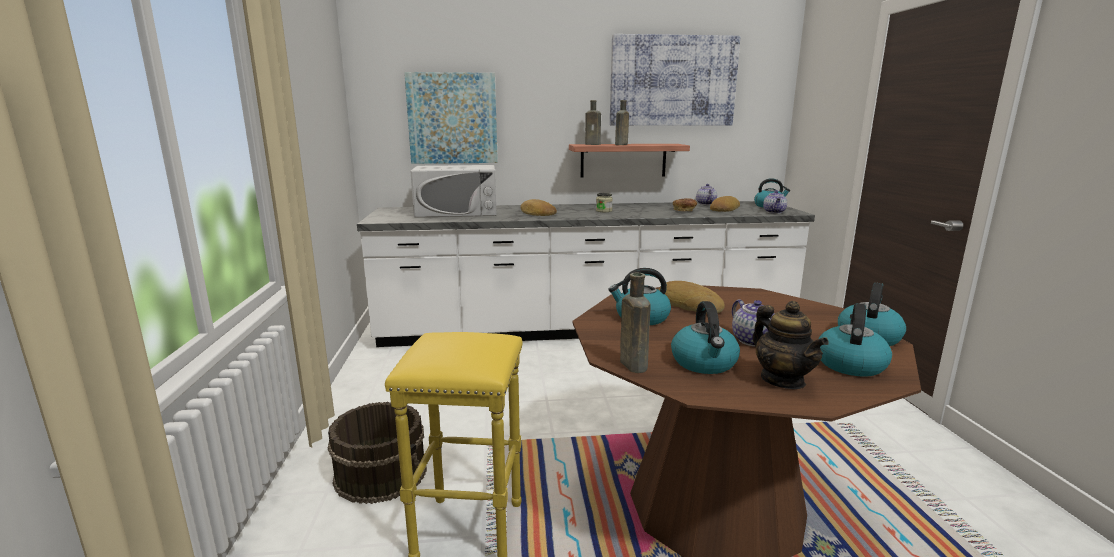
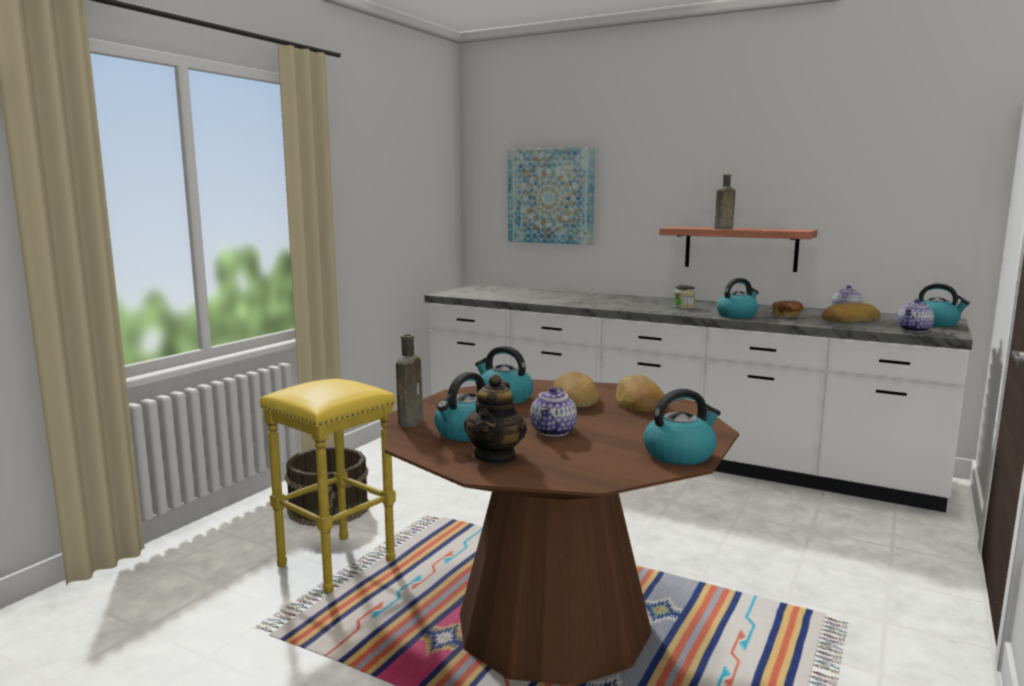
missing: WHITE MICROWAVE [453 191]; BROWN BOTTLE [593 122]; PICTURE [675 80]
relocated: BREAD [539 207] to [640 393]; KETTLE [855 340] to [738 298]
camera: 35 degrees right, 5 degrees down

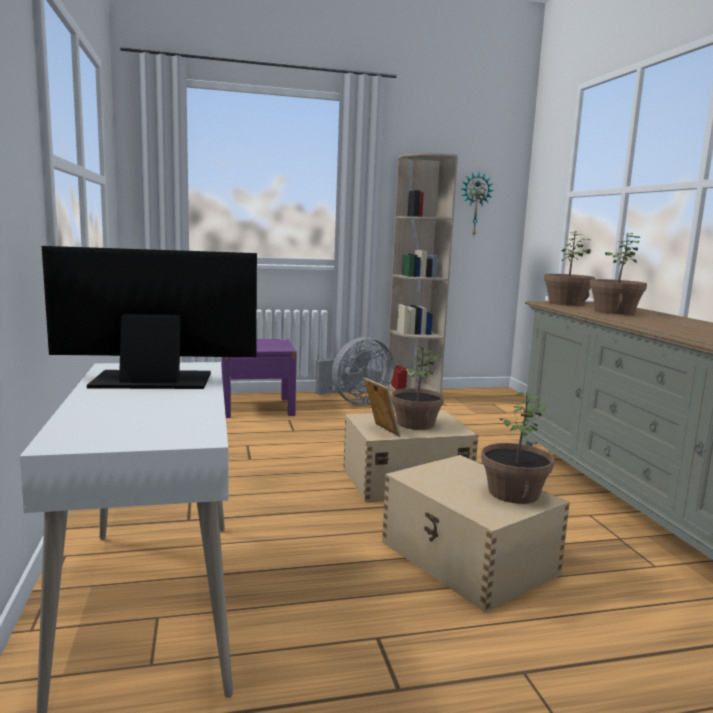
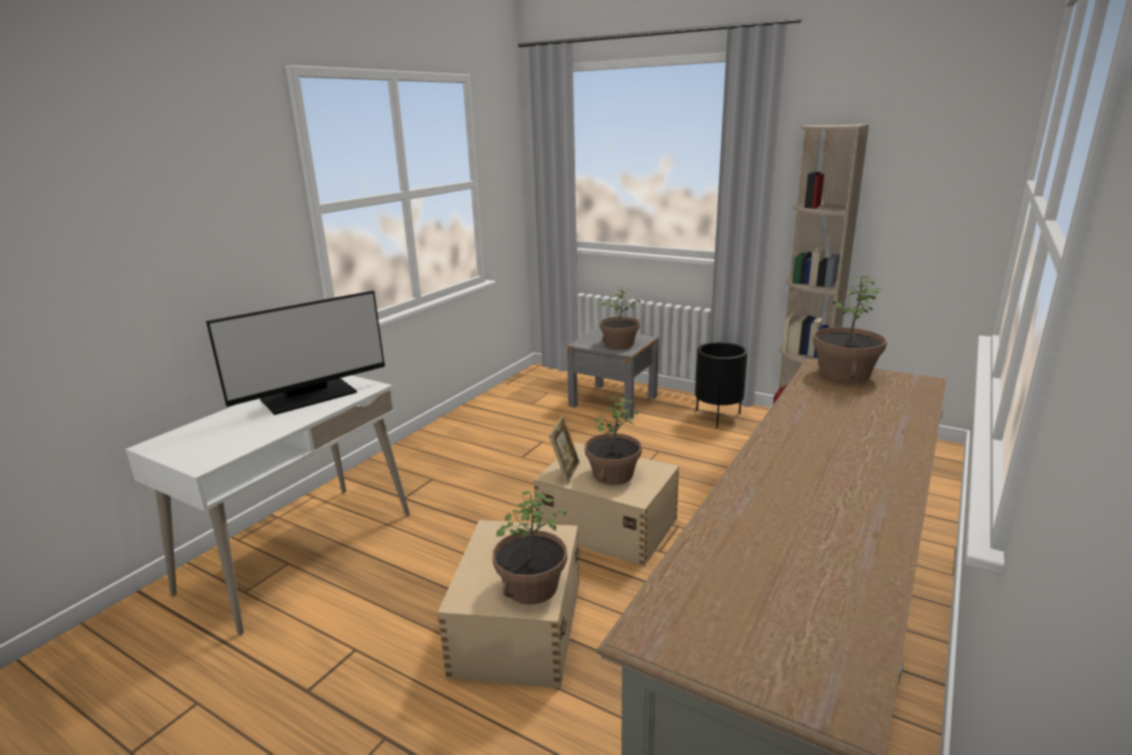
missing: WALL CLOCK [477 203]
relocated: POTTED PLANT [618 273] to [620 317]
exchanged: GREY FAN [354 370] to BLACK PLANTER [721 385]
colour: PURPLE NIGHTSTAND [259 378] to GREY NIGHTSTAND [613 373]
spun: MONITOR [149 317] = [295 353] 105 degrees clockwise
camera: 45 degrees right, 10 degrees up

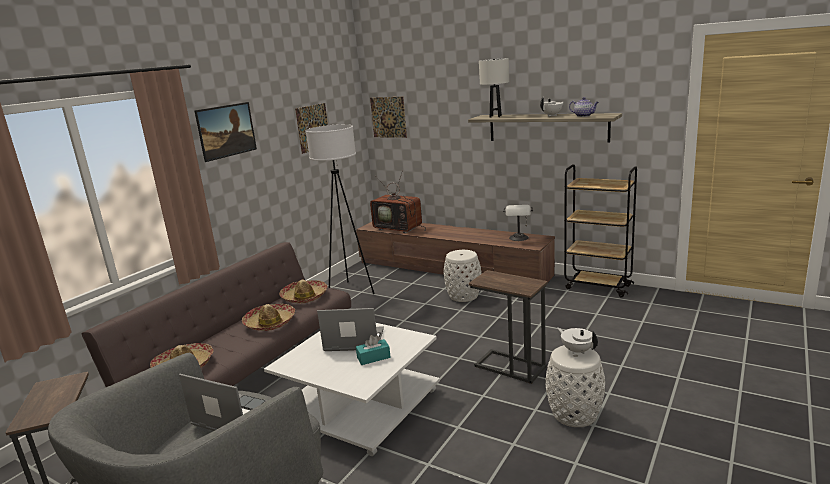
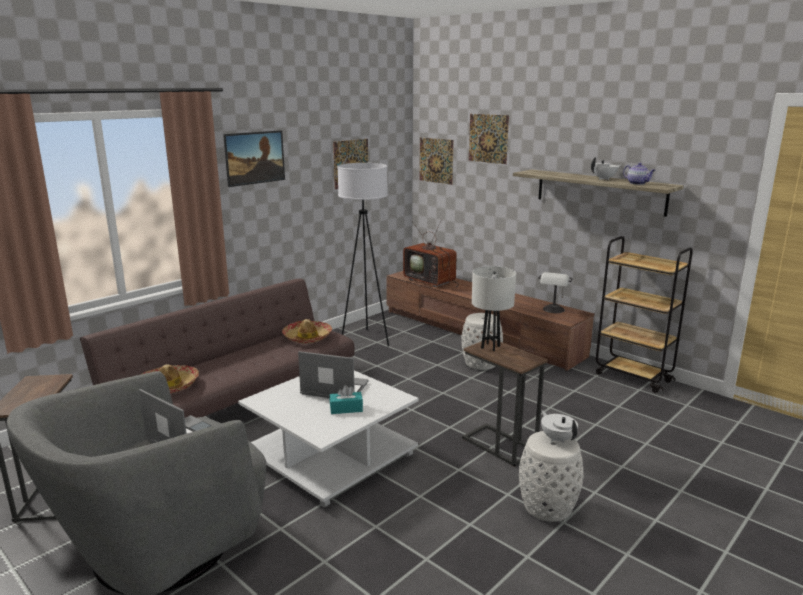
missing: HAT [268 317]
appeared: PICTURE [489 139]
relocated: WHITE TABLE LAMP [494 87] to [494 308]
camera: 10 degrees right, 0 degrees up

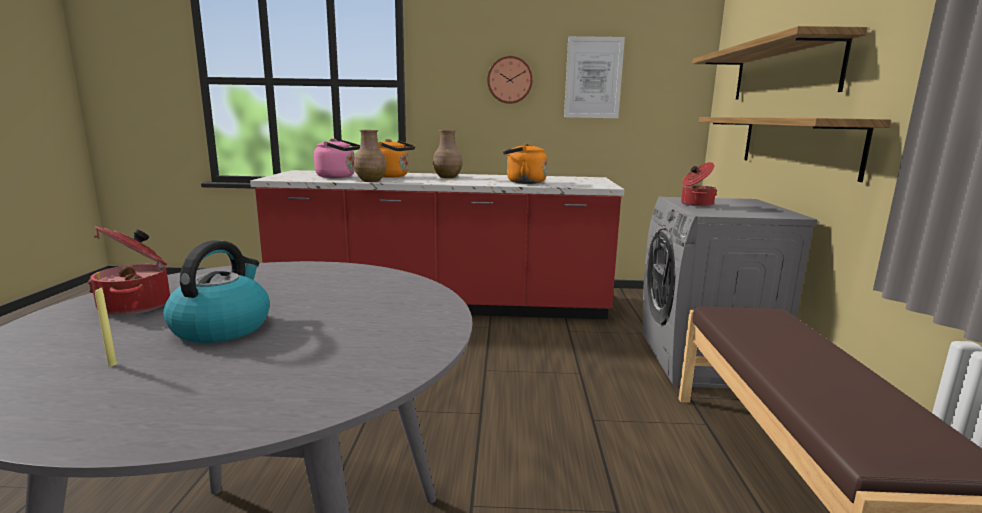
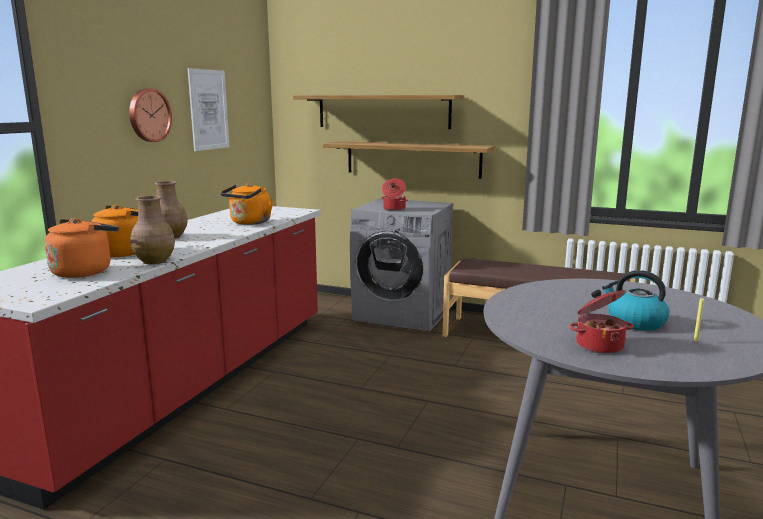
colour: PINK KETTLE [337 158] to ORANGE KETTLE [82 248]
camera: 70 degrees left, 0 degrees up

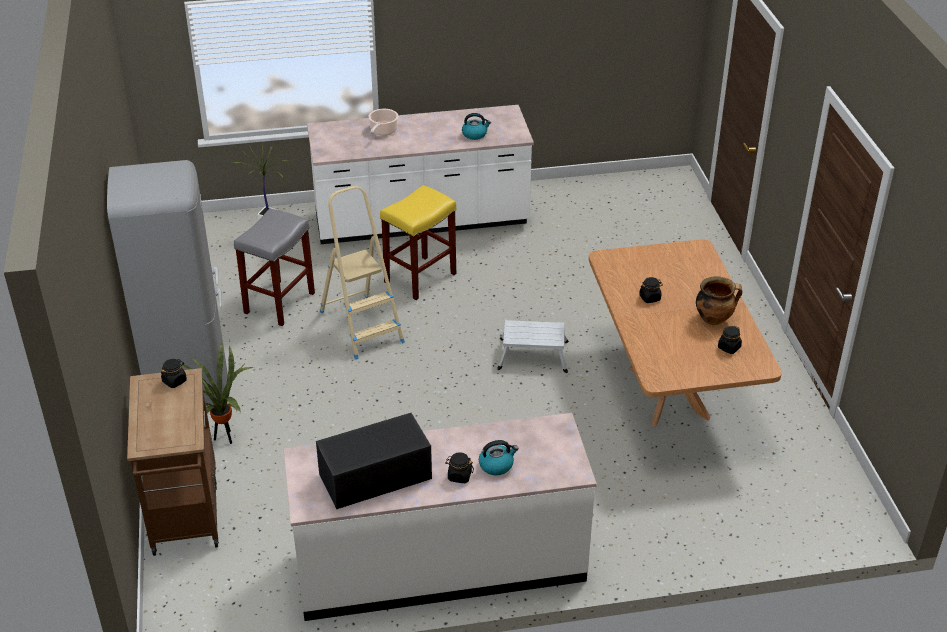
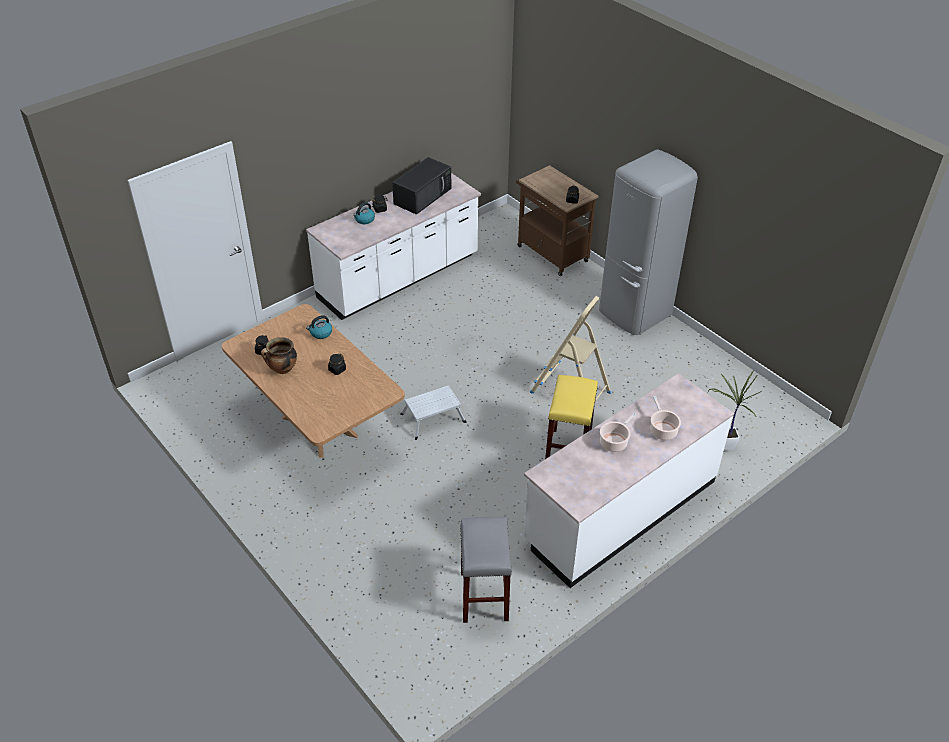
missing: POTTED PLANT [216 393]
appeared: COOKING POT [618 432]
relocated: GREY STOOL [274 267] to [486 570]; KETTLE [476 126] to [319 327]
camera: 150 degrees right, 5 degrees up

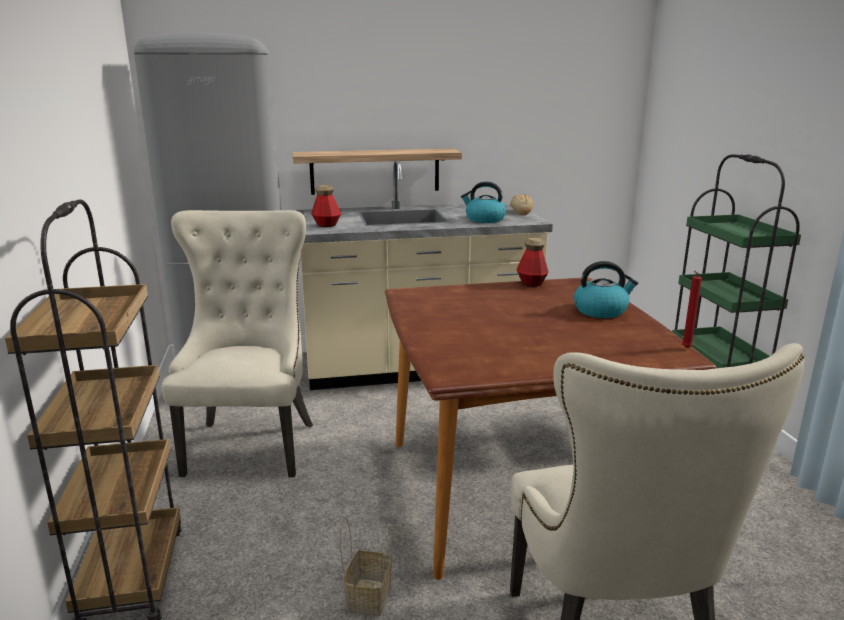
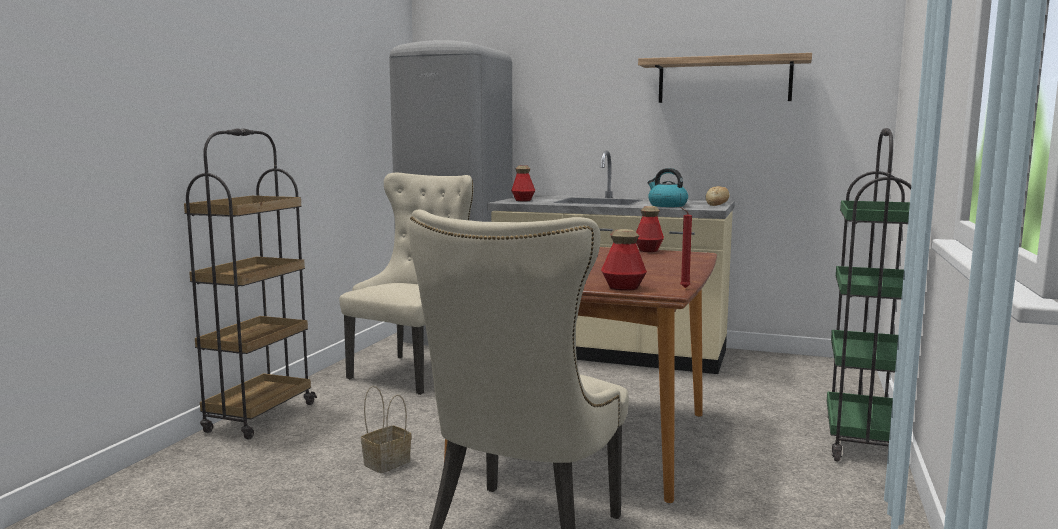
missing: KETTLE [606 289]
appeared: BOTTLE [624 260]
relocated: SHELF [377 172] to [725 78]
camera: 30 degrees right, 10 degrees down

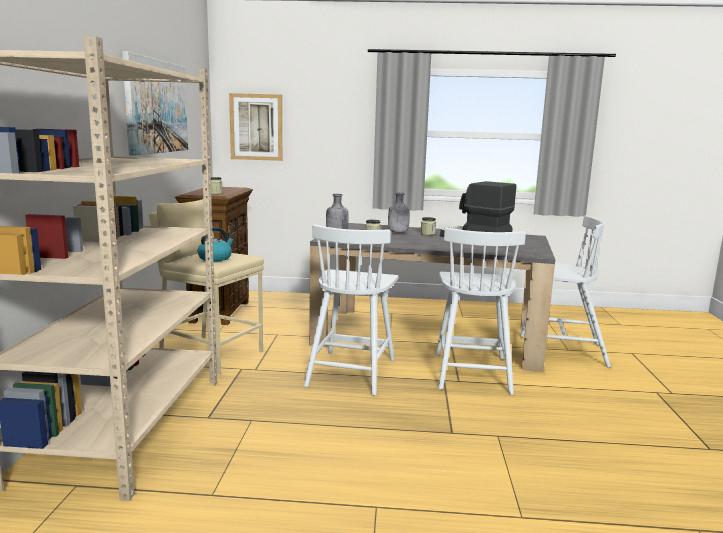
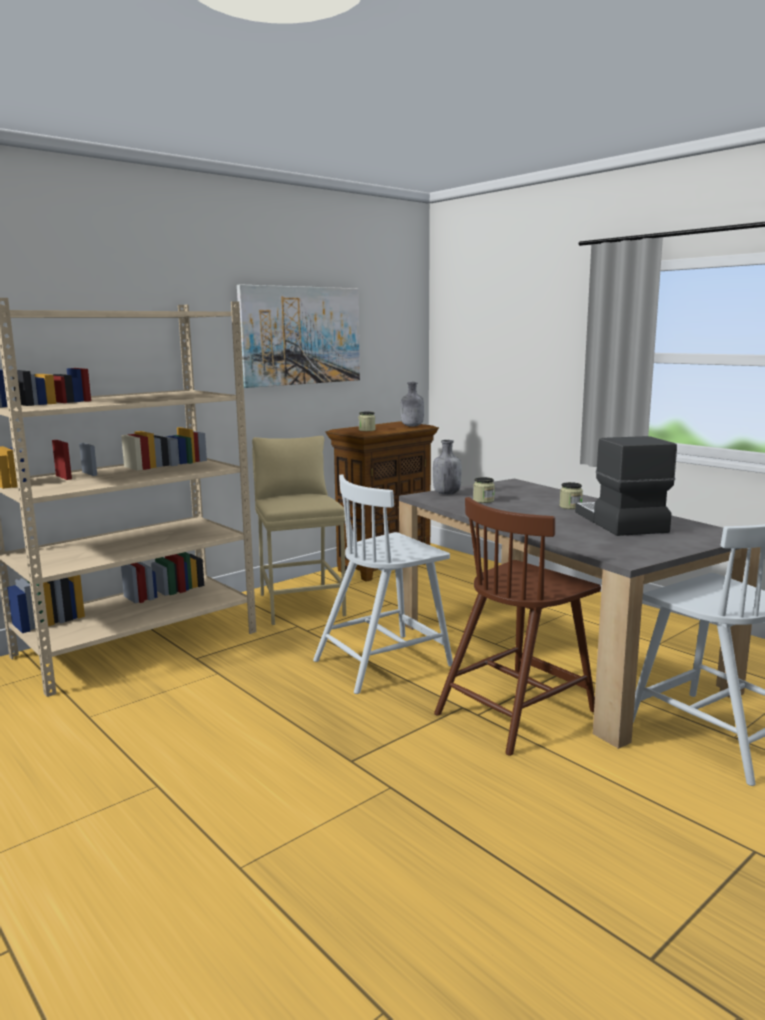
missing: KETTLE [216 244]; PICTURE [255 127]
relocated: GREY BOTTLE [399 212] to [412 404]
colour: WHITE CHAIR [481 311] to BROWN CHAIR [517 626]
camera: 45 degrees right, 0 degrees up

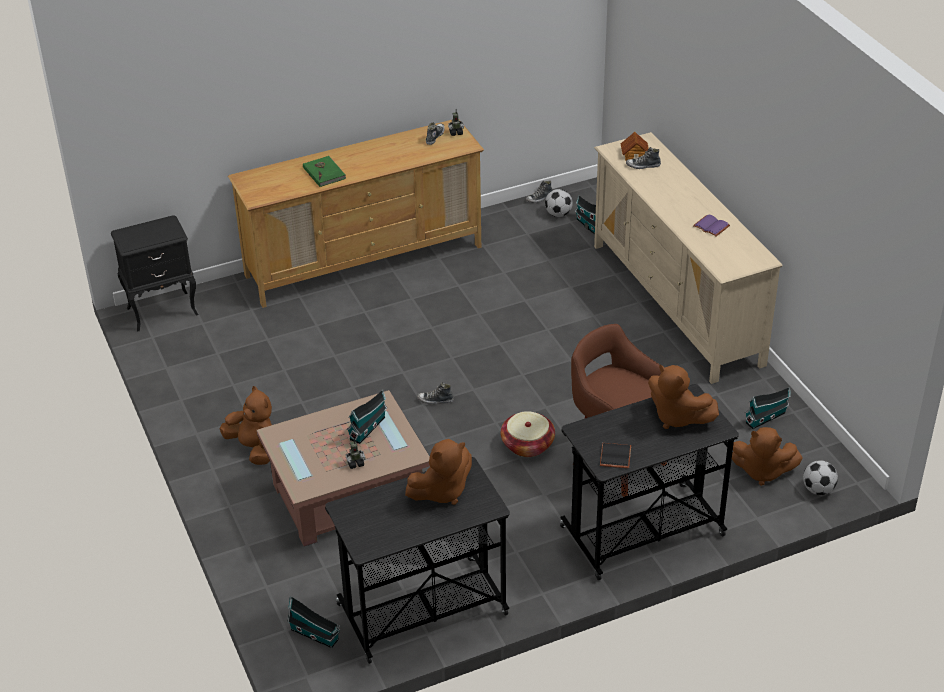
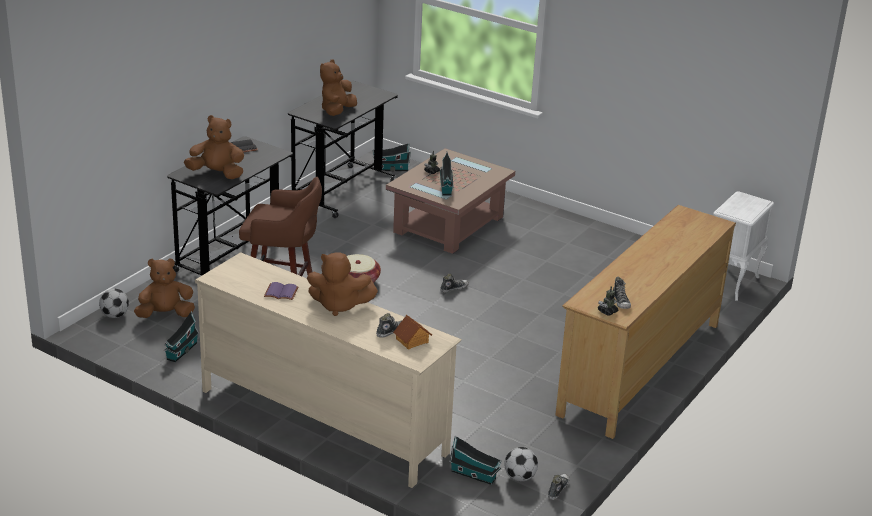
missing: GREEN BOOK [324 171]
relocated: BROWN PLUSH TOY [246 425] to [342 284]
colour: BLACK NIGHTSTAND [154 274] to WHITE NIGHTSTAND [743 246]
camera: 145 degrees right, 10 degrees down

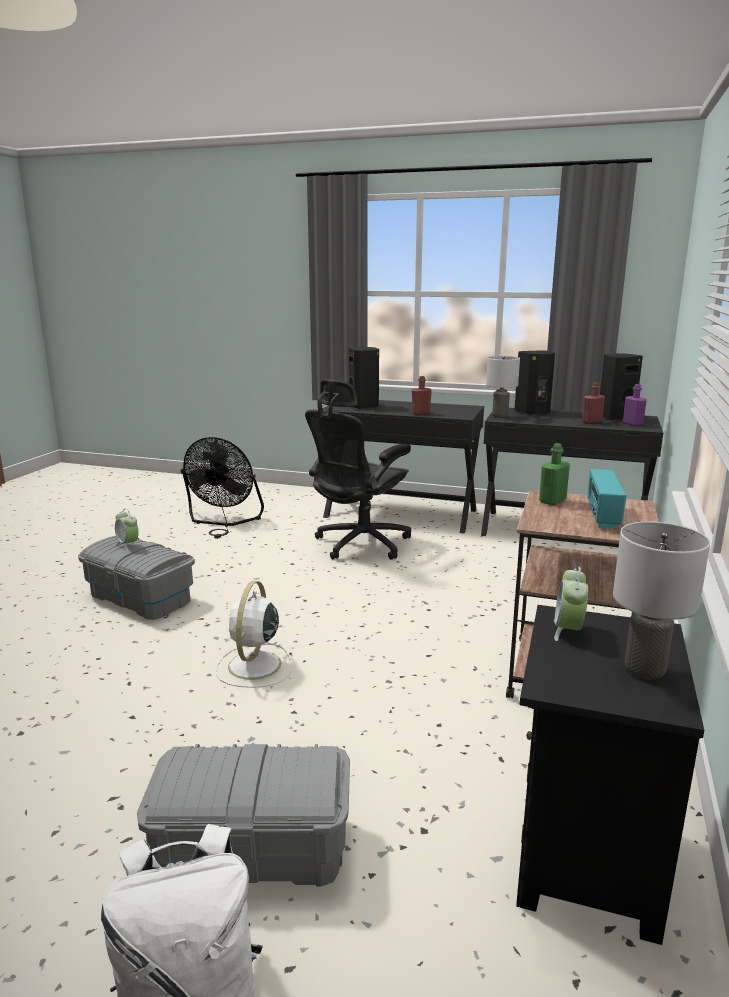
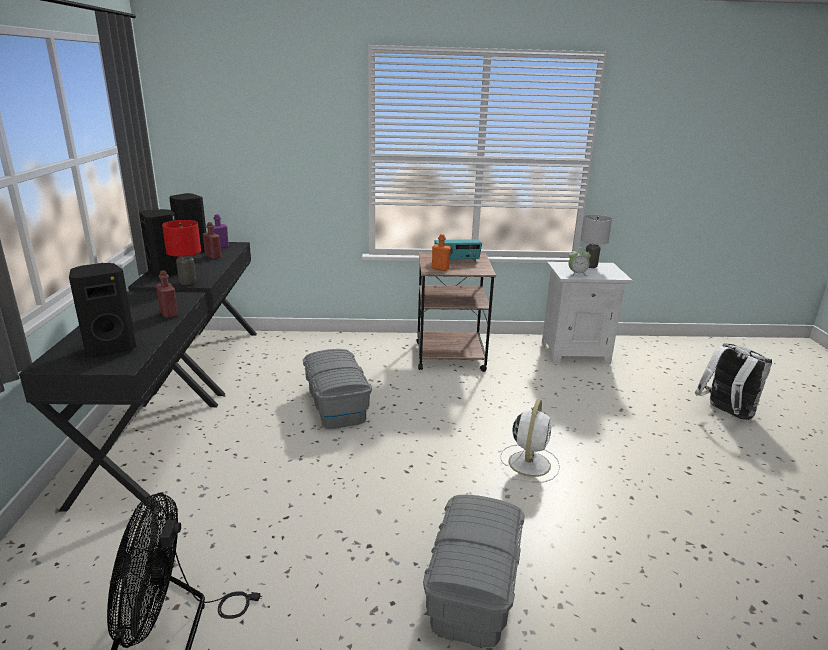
missing: ALARM CLOCK [127 529]; OFFICE CHAIR [358 469]
relocated: GREY STORAGE BOX [243 815] to [337 389]
colour: WHITE TABLE LAMP [503 387] to RED TABLE LAMP [181 252]; BLACK NIGHTSTAND [610 775] to WHITE NIGHTSTAND [587 313]; GREEN BOTTLE [554 474] to ORANGE BOTTLE [441 252]
spun: WHITE FAN [253 634] = [530 440] 60 degrees counterclockwise
camera: 110 degrees left, 5 degrees up

